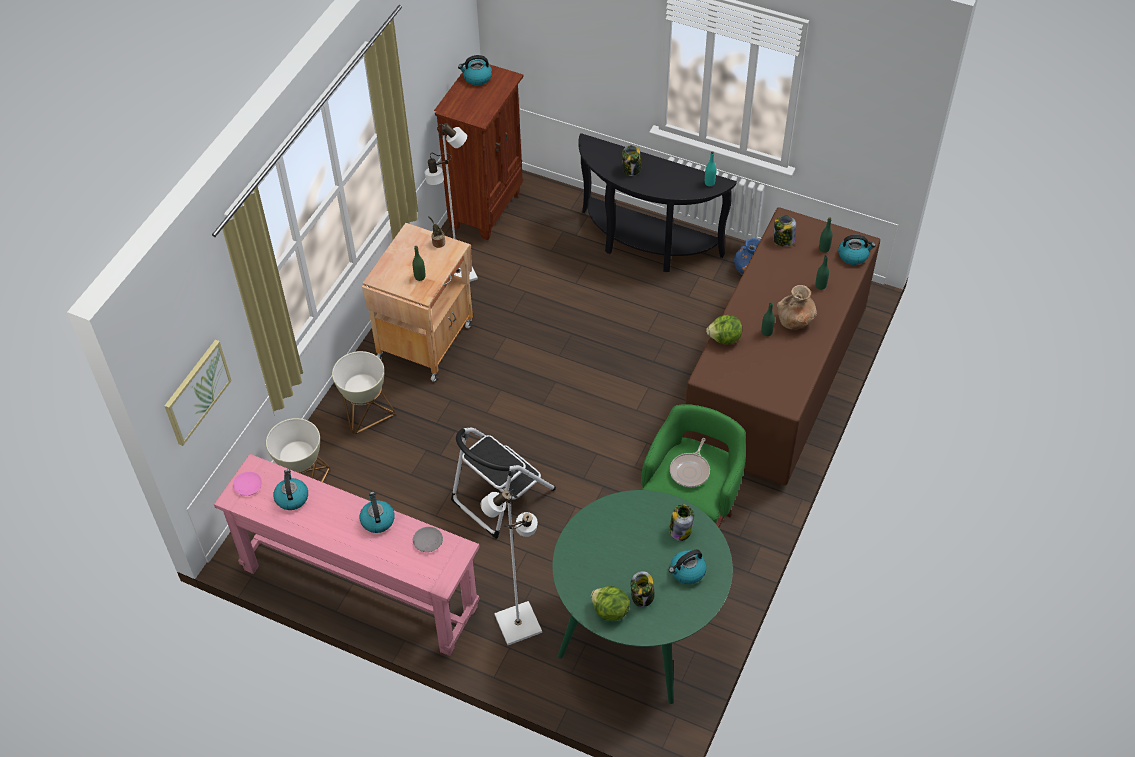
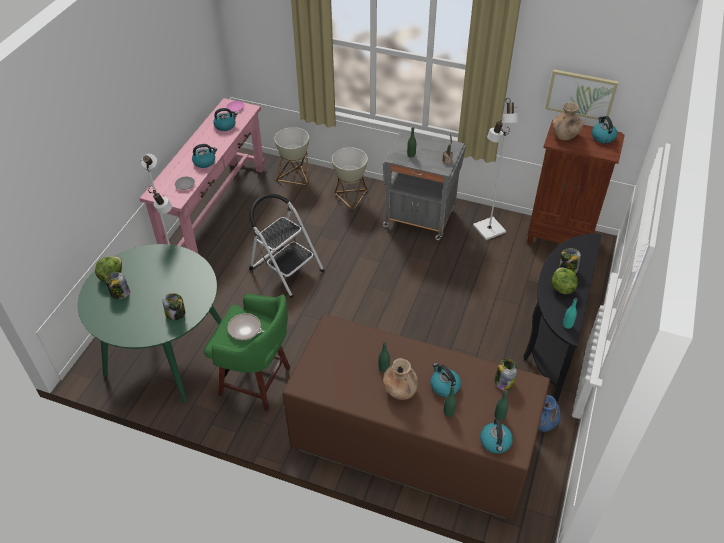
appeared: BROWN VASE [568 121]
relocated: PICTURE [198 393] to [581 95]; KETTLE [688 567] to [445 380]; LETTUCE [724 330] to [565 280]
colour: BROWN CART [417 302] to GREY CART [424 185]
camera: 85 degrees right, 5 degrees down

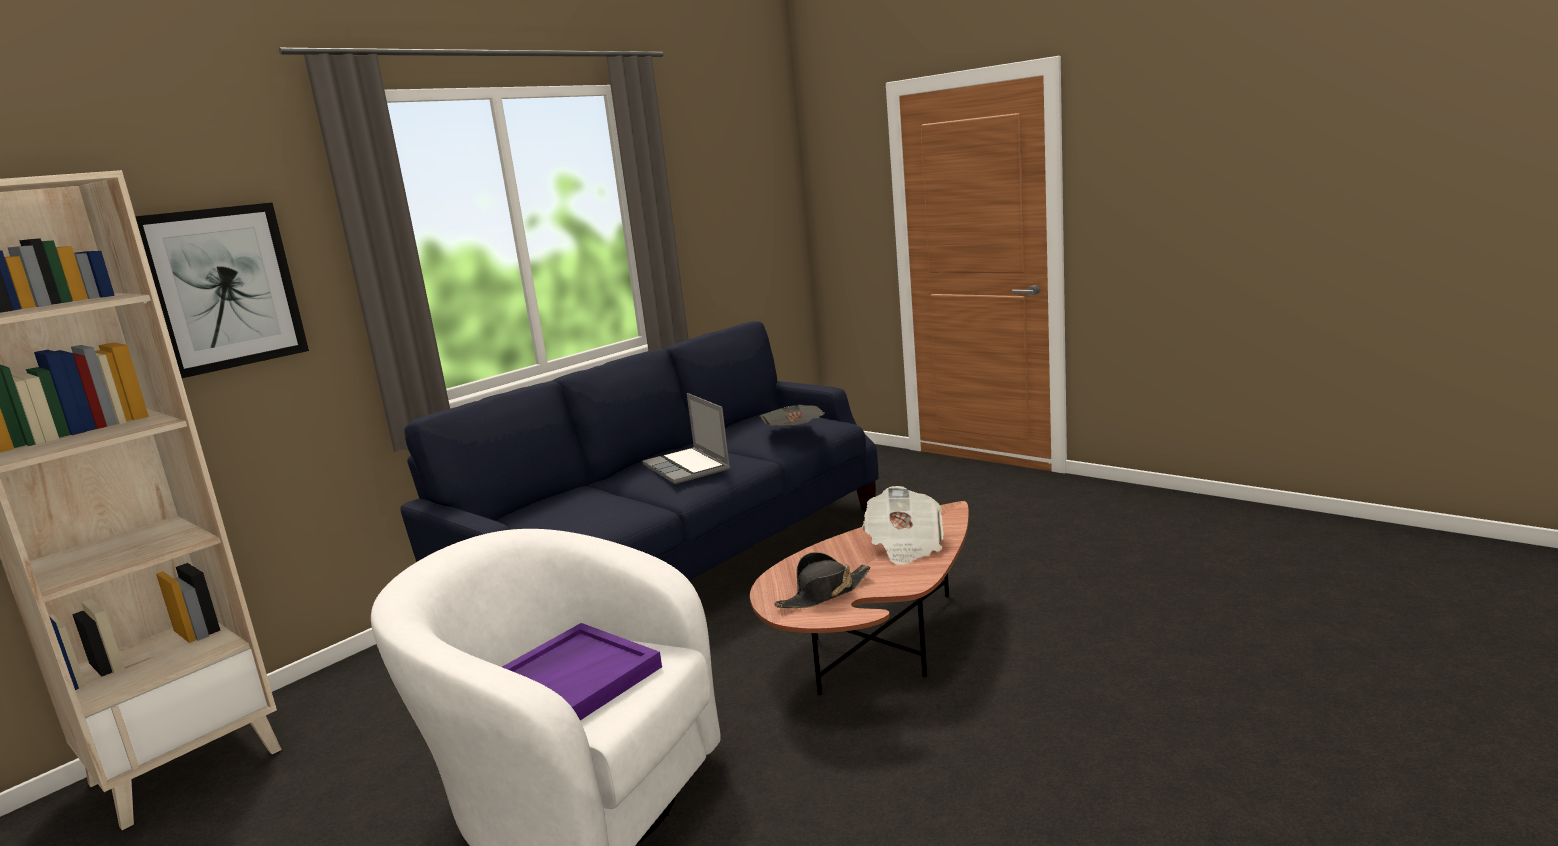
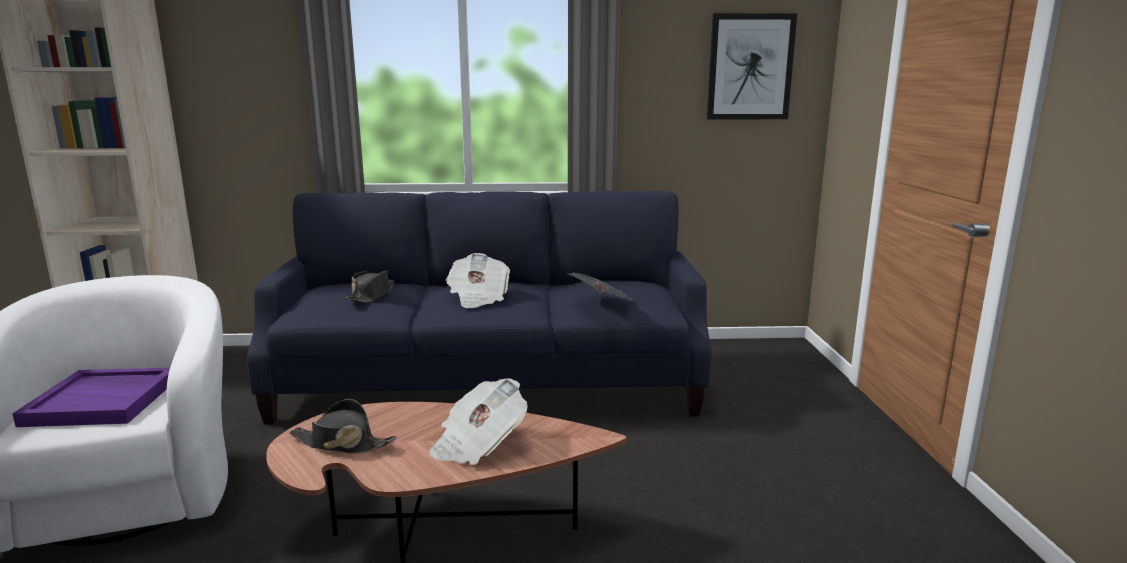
appeared: BLACK HAT [370 286]
relocated: PICTURE [222 290] to [752 66]
exchanged: LAPTOP [686 438] to NEWSPAPER [478 280]
camera: 45 degrees right, 0 degrees up

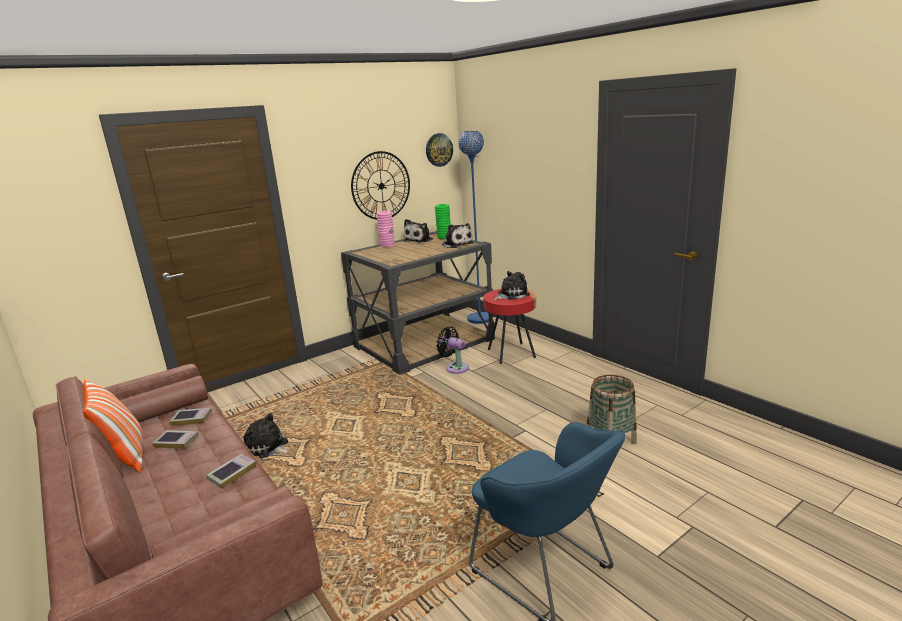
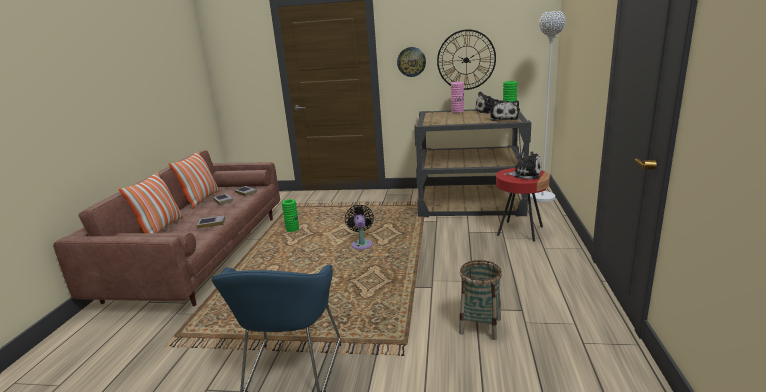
appeared: PILLOW [151 202]
relocated: WALL CLOCK [439 150] to [411 62]; BLACK FAN [452 350] to [359 227]
exchanged: PLUSH TOY [266 435] to GREEN VASE [290 215]
colour: BLUE FLOOR LAMP [473 227] to WHITE FLOOR LAMP [548 106]
camera: 45 degrees right, 0 degrees up

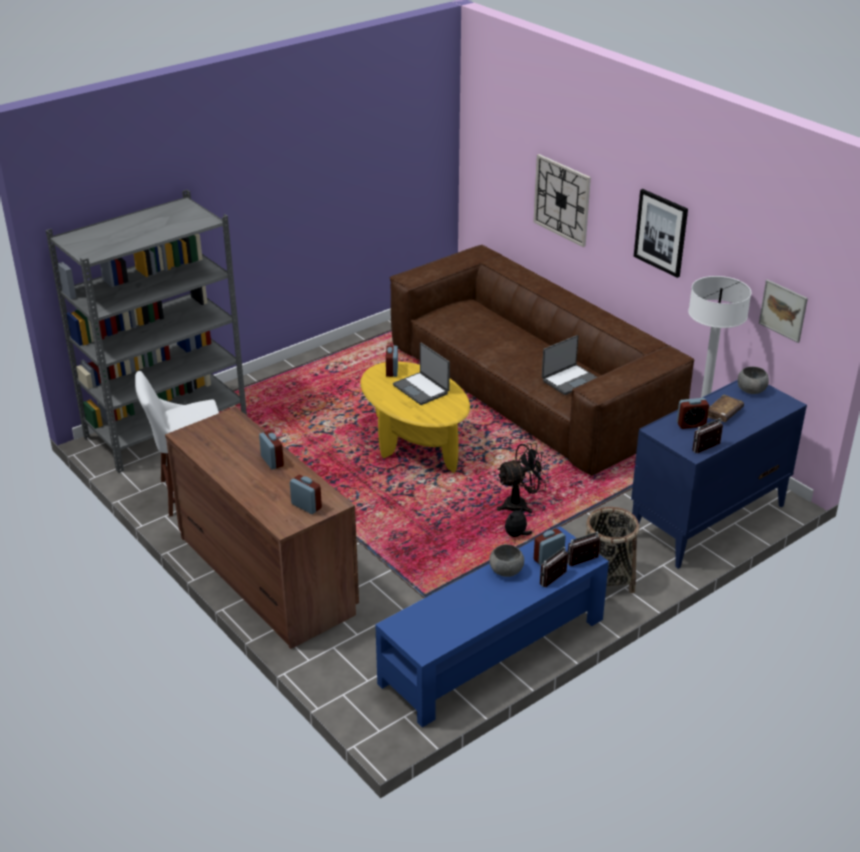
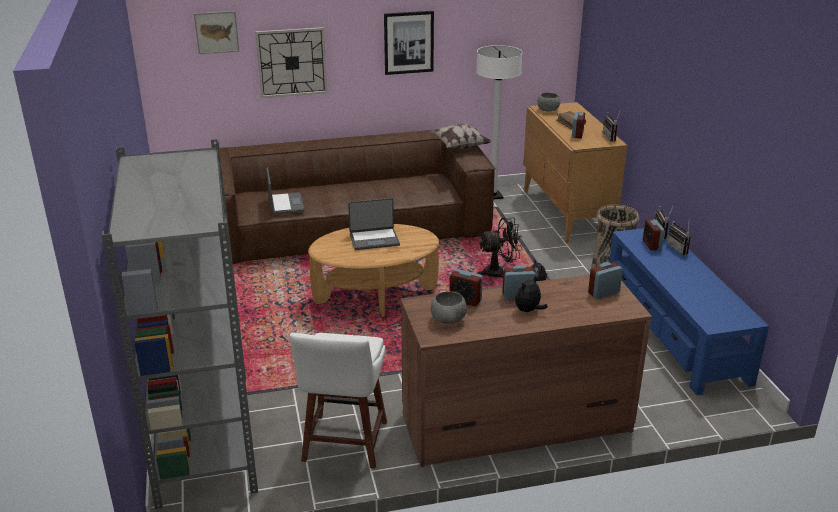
appeared: PILLOW [460 136]; PLUSH TOY [531 294]
relocated: ALARM CLOCK [392 361] to [466 287]; GREY BOWL [506 560] to [449 307]; LAPTOP [569 365] to [285 191]; PICTURE [783 311] to [216 32]
colour: YELLOW COFFEE TABLE [415 417] to BROWN COFFEE TABLE [373 270]; BLUE CABINET [719 474] to BROWN CABINET [575 172]
spun: BLACK FAN [523 478] = [499 247] 75 degrees clockwise
camera: 65 degrees left, 5 degrees down

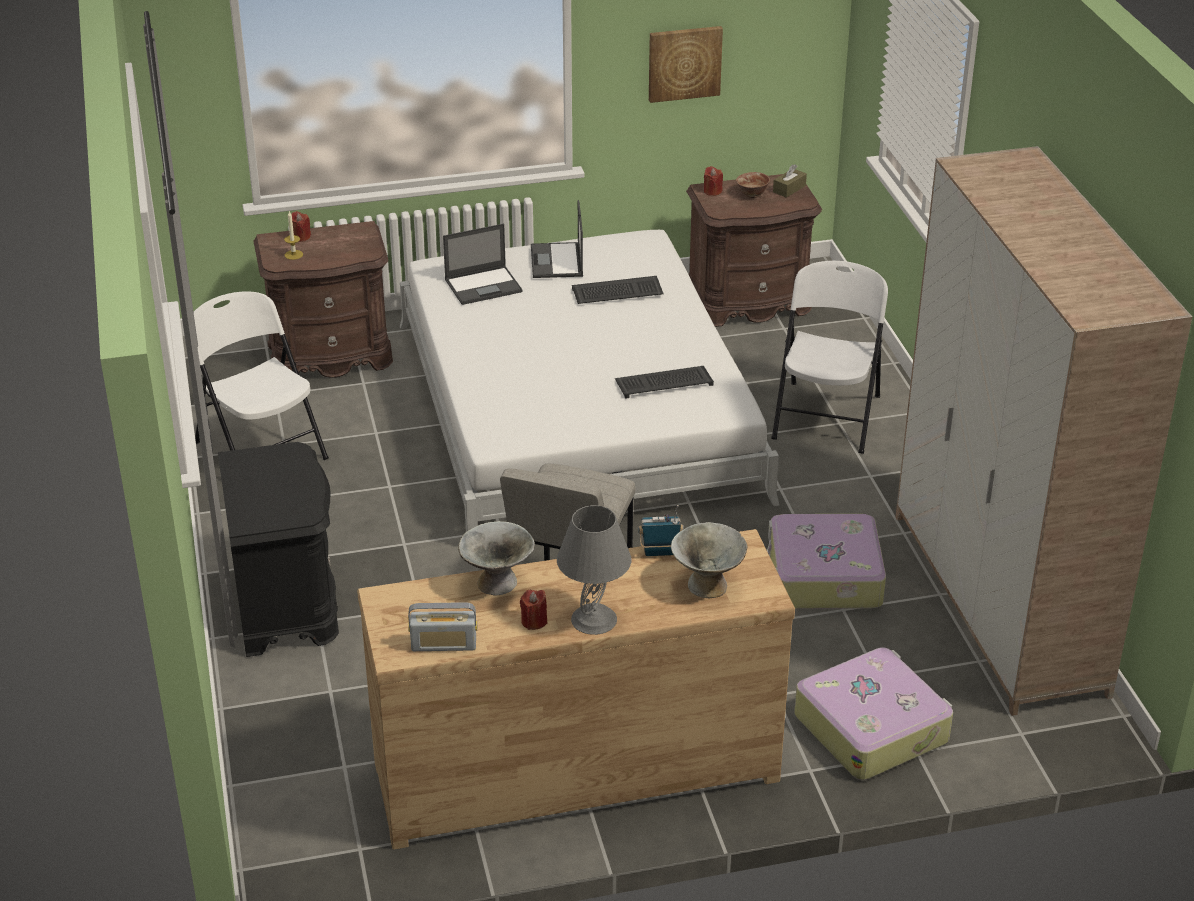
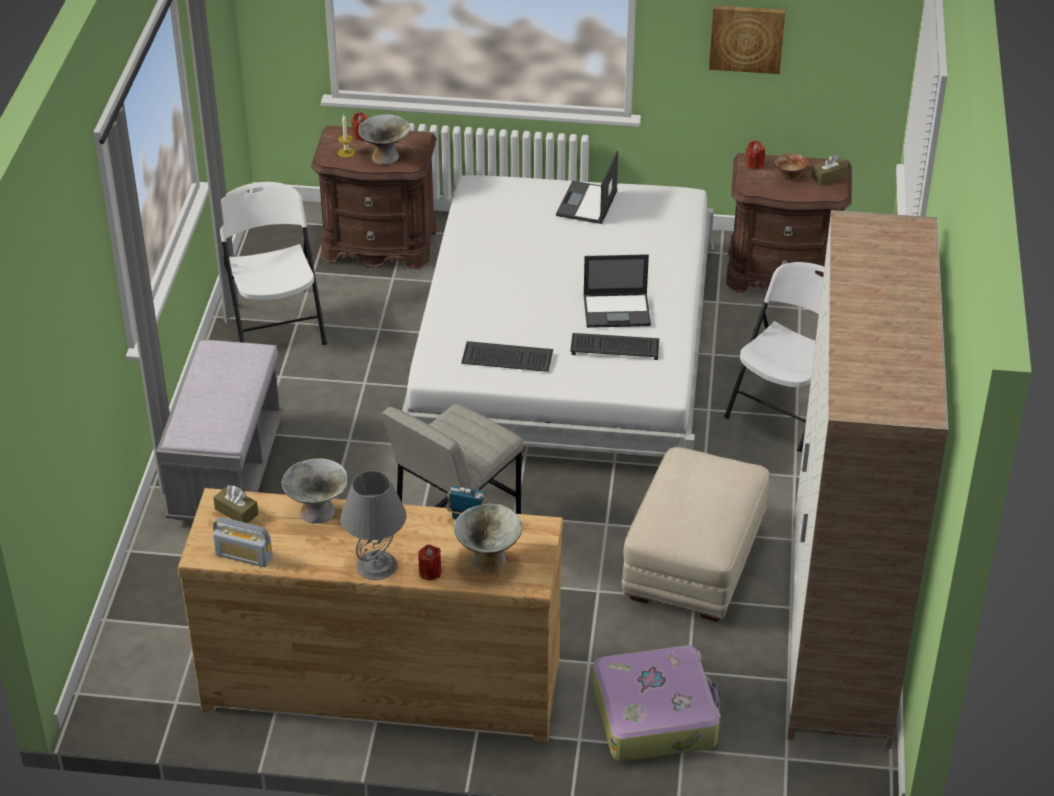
appeared: BROWN TISSUE BOX [235 504]; GREY BOWL [384 139]
relocated: LAPTOP [483 264] to [617 291]; RED CANDLE [533 610] to [430 562]; KEYBOARD [618 290] to [507 356]
exchanged: BLACK NIGHTSTAND [278 549] to GREY BENCH [219 430]; SUITCASE [826 561] to BEIGE OTTOMAN [695 534]
camera: 20 degrees right, 5 degrees up

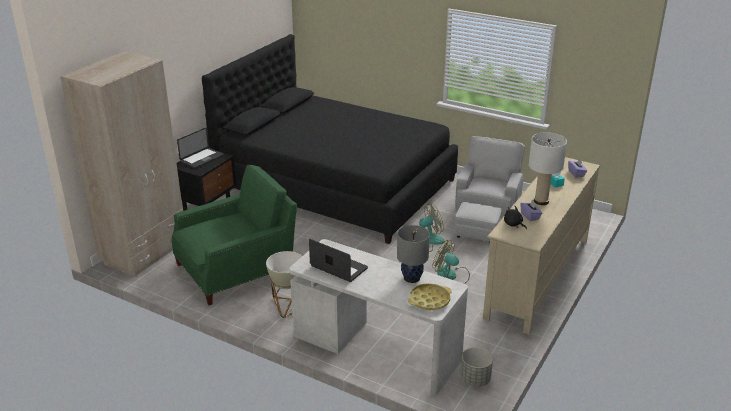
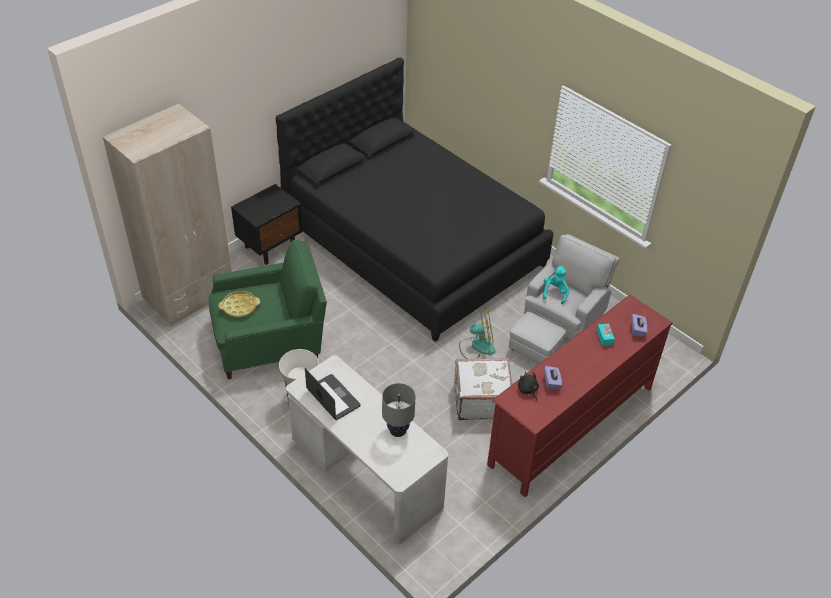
missing: LAPTOP [200 148]; GREY PLANTER [477 367]; WHITE TABLE LAMP [548 168]
appeared: TURQUOISE PLUSH TOY [556 285]
relocated: YELLOW TRAY [430 296] to [239 304]
exchanged: FAN [451 262] to WHITE SUITCASE [483 389]
colour: BEIGE DRESSER [541 246] to RED DRESSER [580 396]
camera: 15 degrees right, 15 degrees up

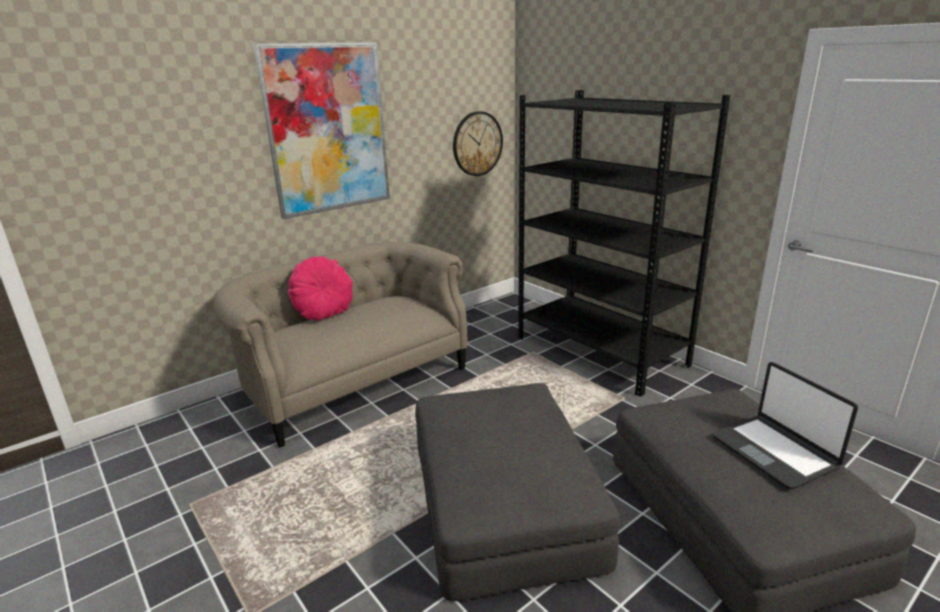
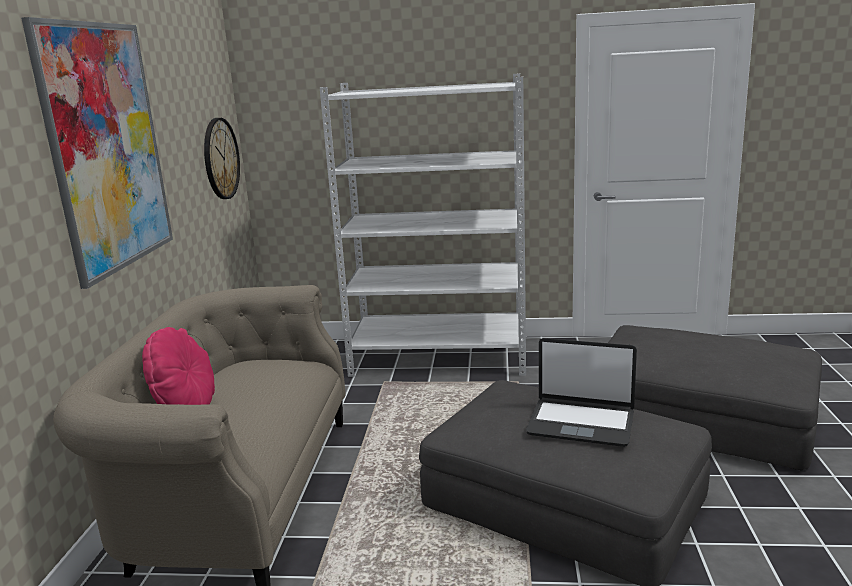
relocated: LAPTOP [785 425] to [581 392]
colour: BLACK BOOKCASE [624 243] to WHITE BOOKCASE [423 225]
camera: 45 degrees left, 5 degrees down

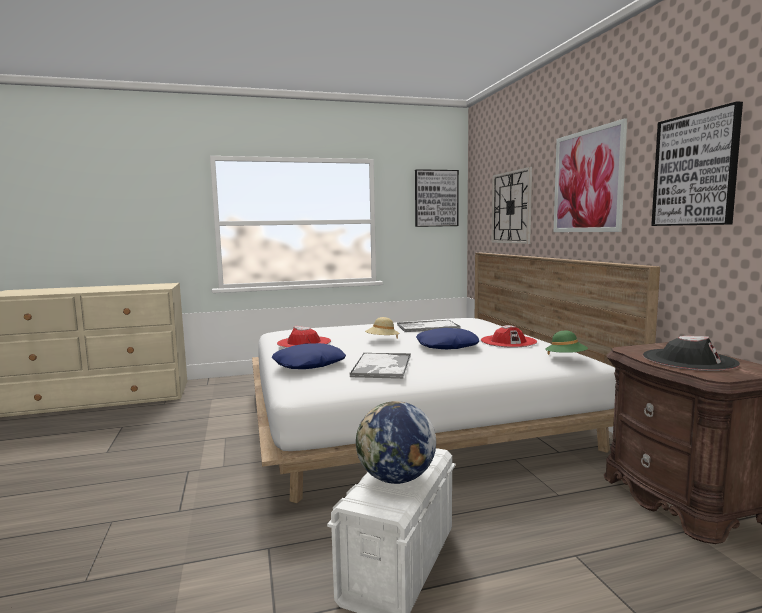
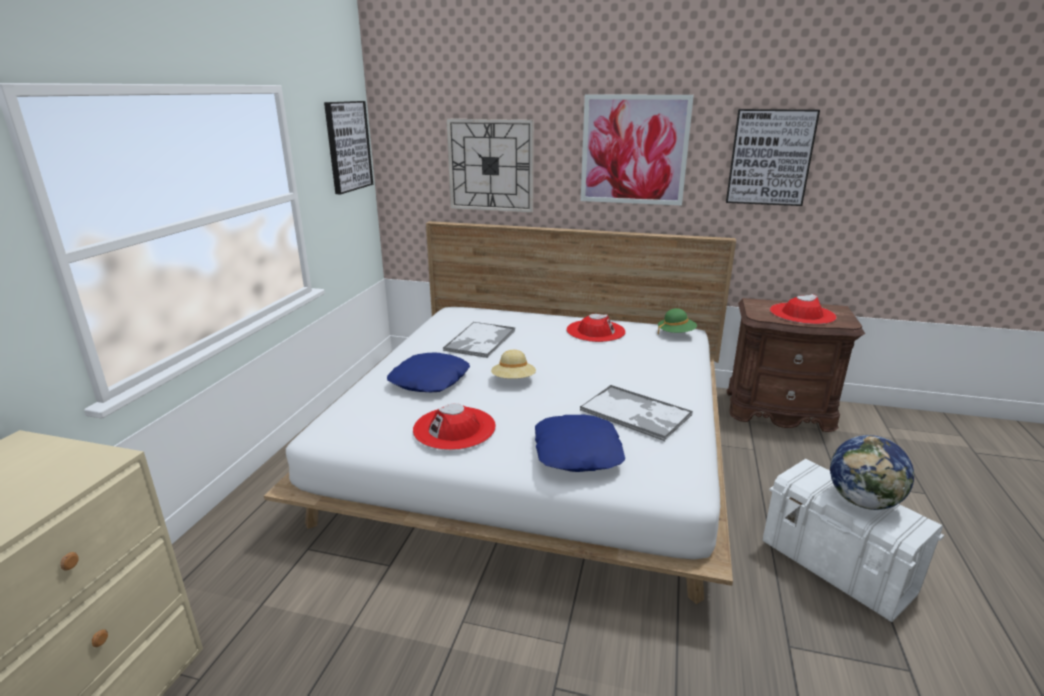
relocated: BLUE PILLOW [447 338] to [428 372]
colour: BLACK HAT [691 353] to RED HAT [803 309]
camera: 60 degrees left, 15 degrees up

